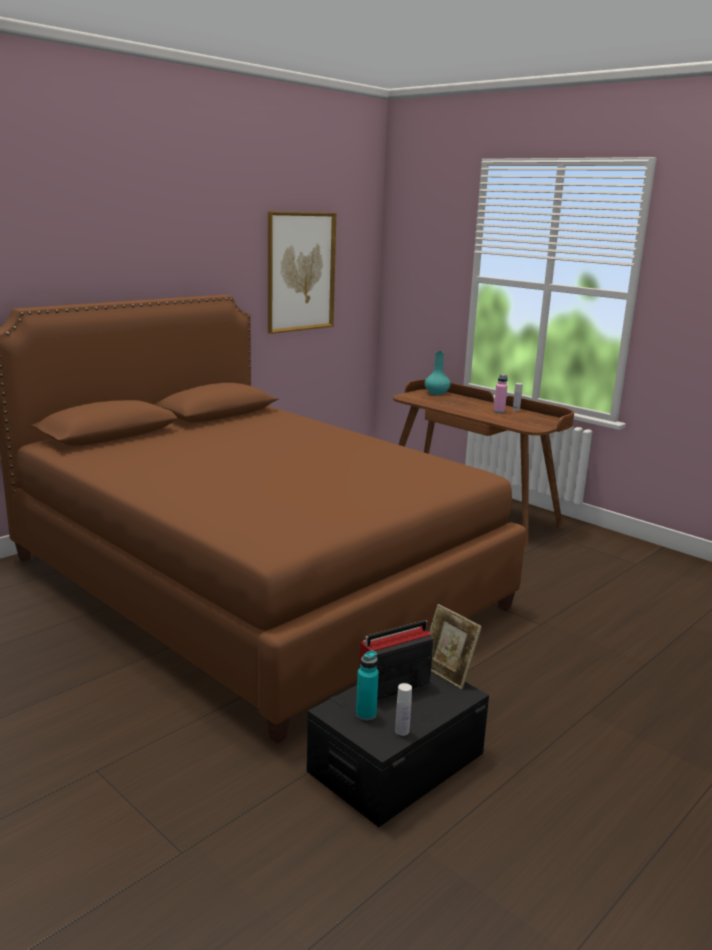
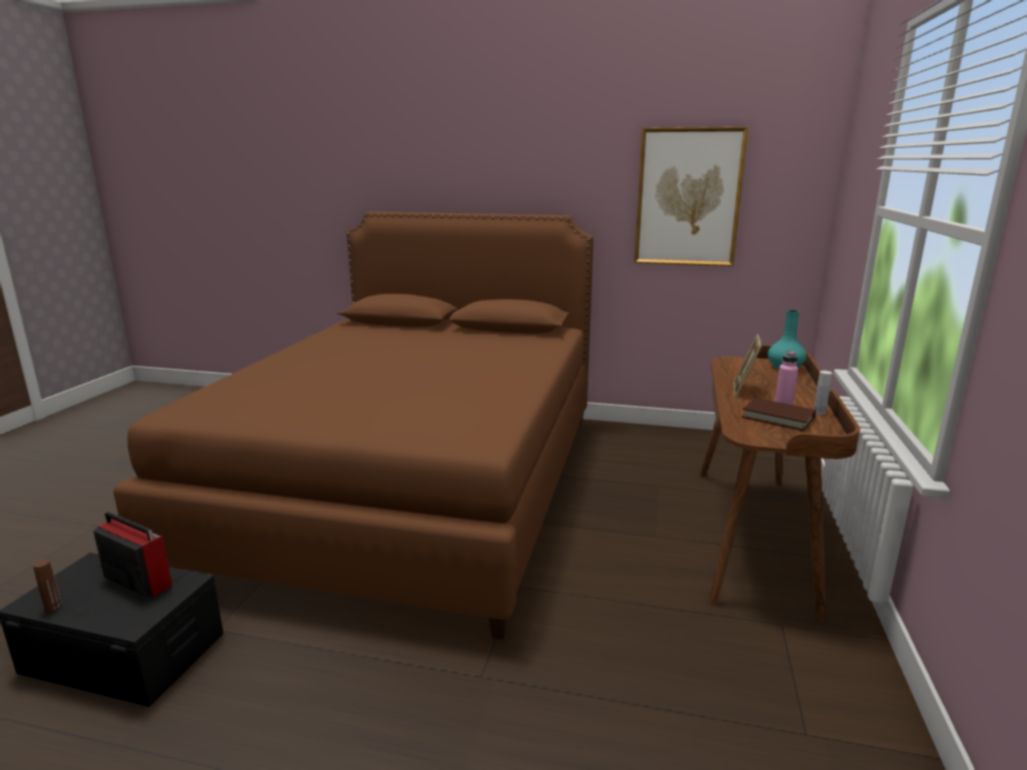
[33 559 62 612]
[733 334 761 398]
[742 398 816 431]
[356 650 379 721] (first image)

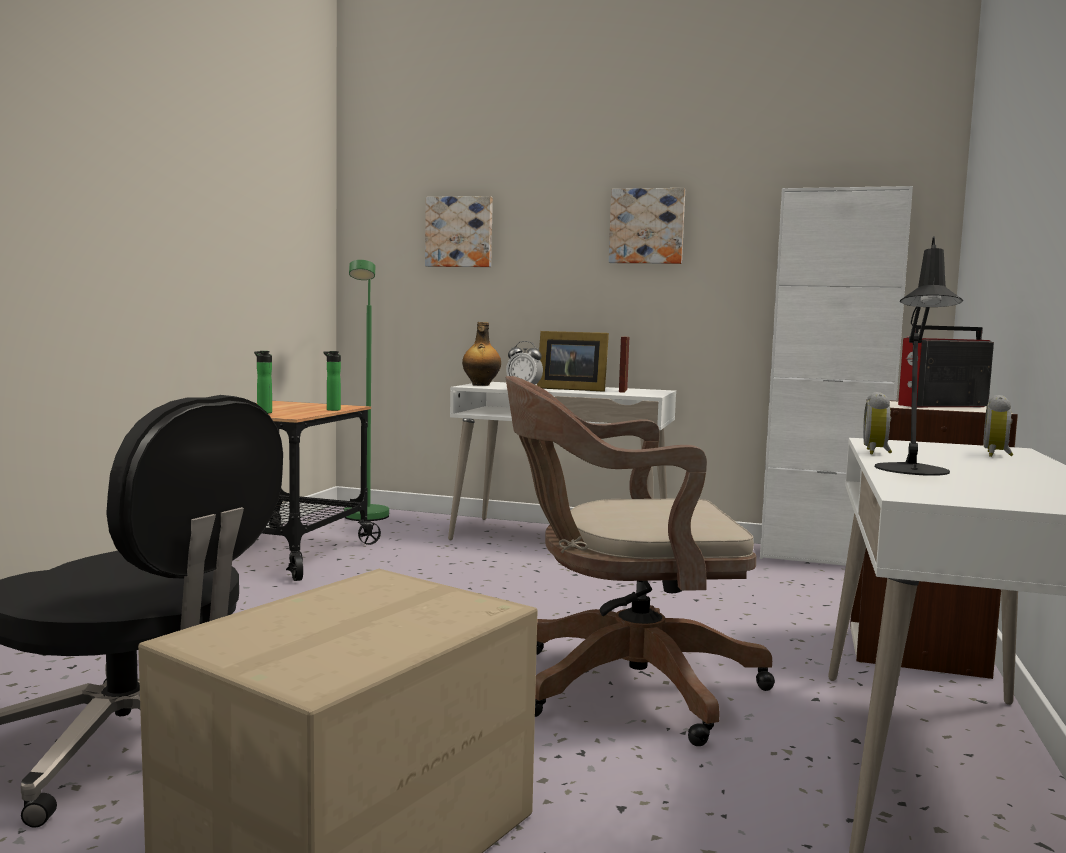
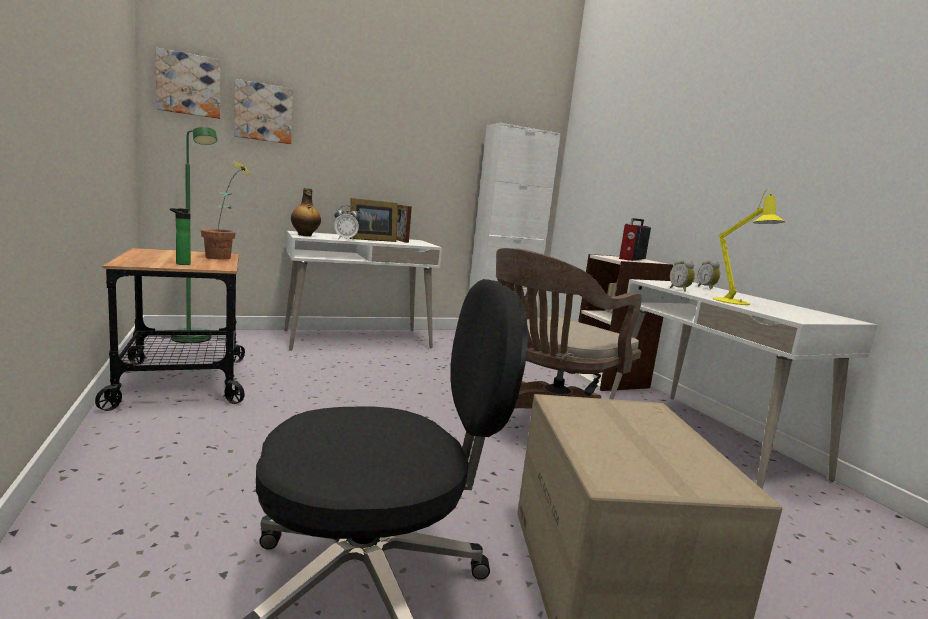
[155 48 221 119]
[201 159 253 259]
[713 189 785 305]

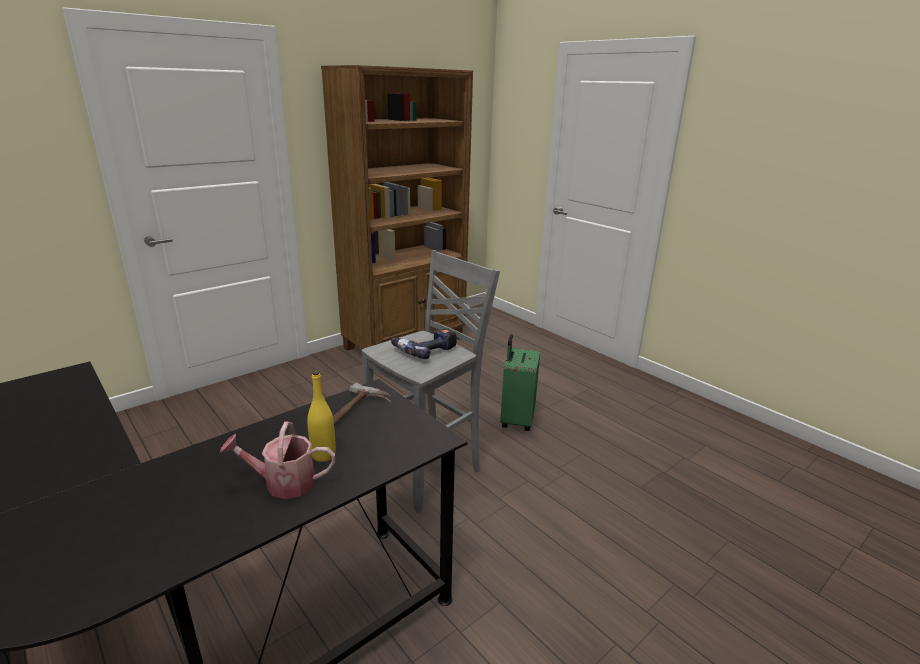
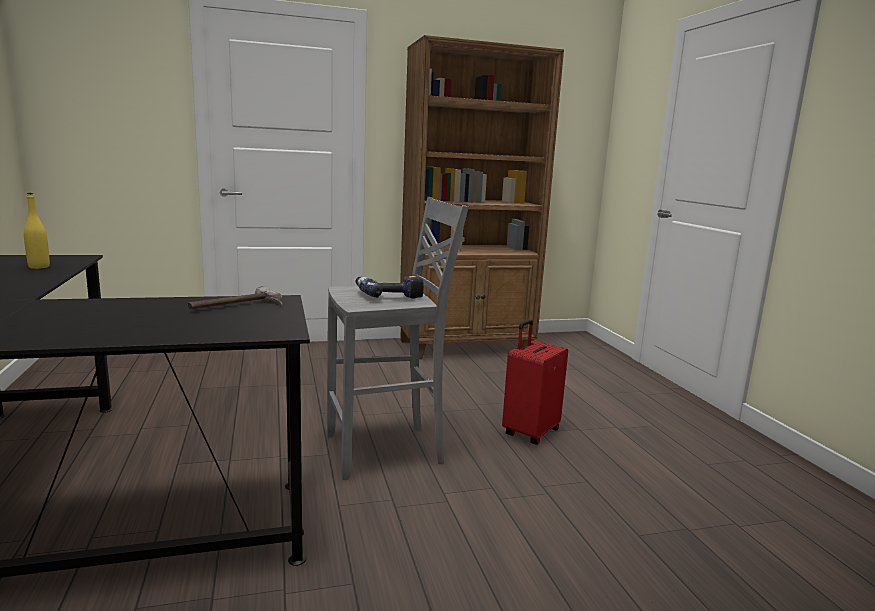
[24 193 50 269]
[502 320 568 445]
[220 422 335 499] (first image)

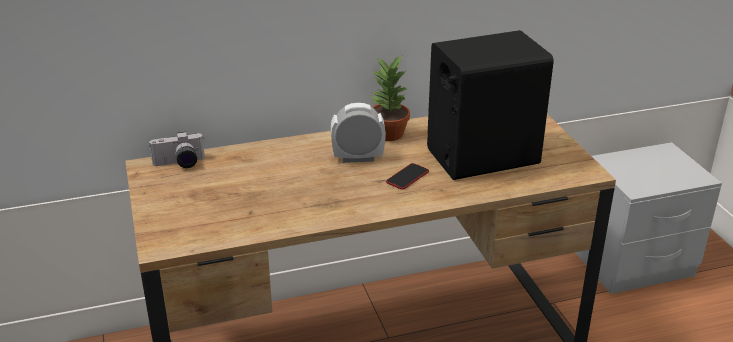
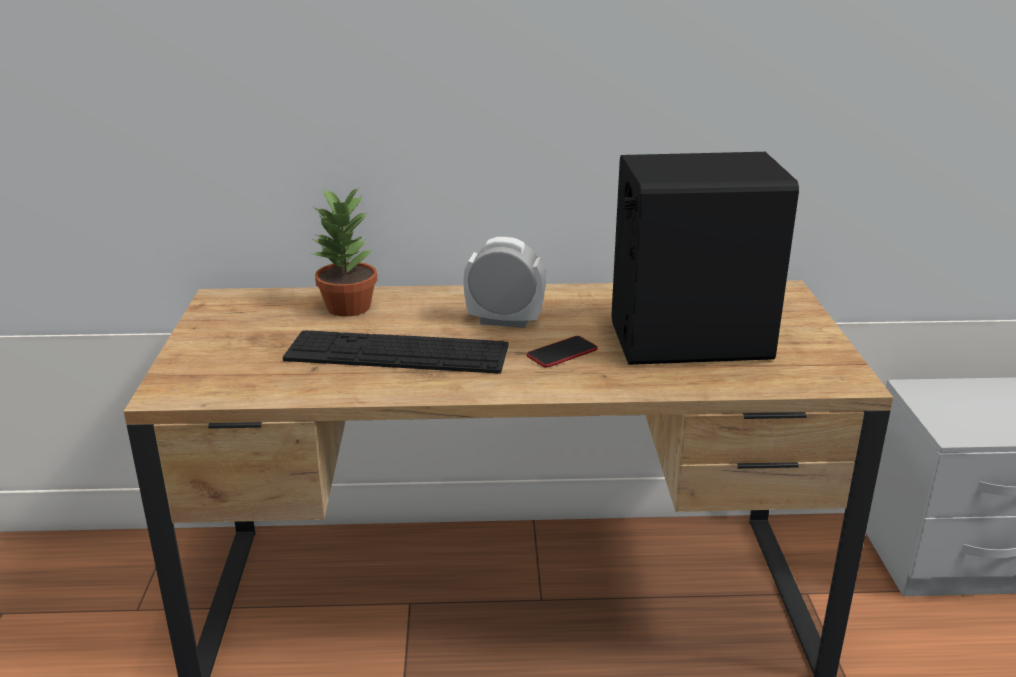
[283 330 509 374]
[310 186 377 317]
[149 131 205 168] (first image)

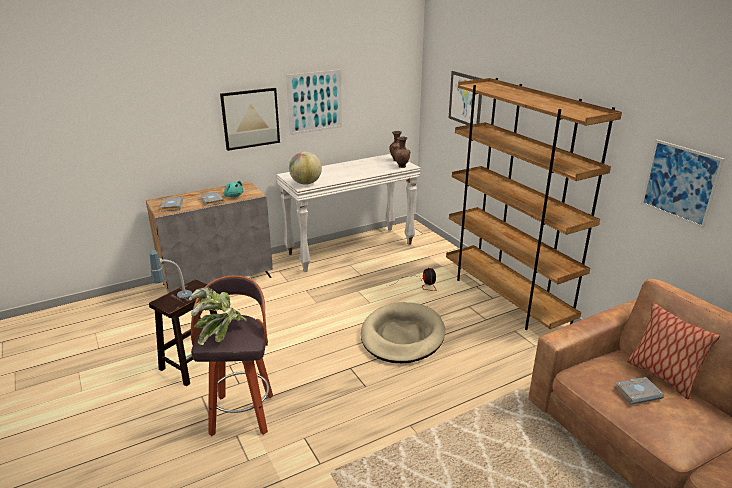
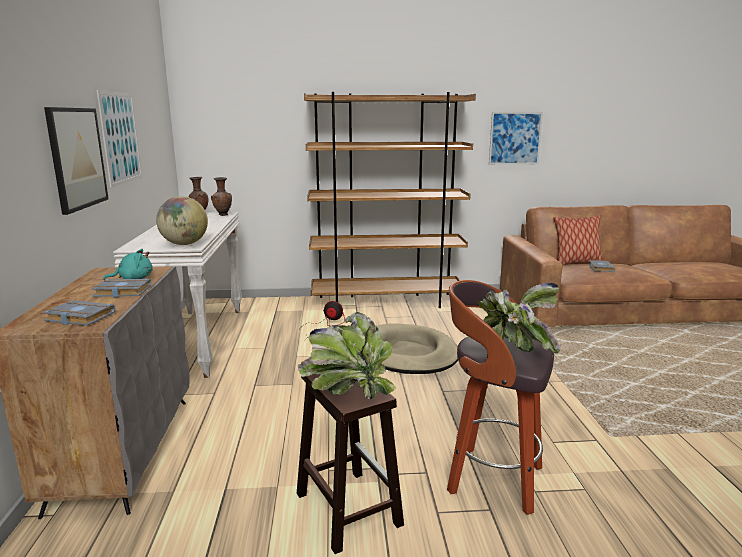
[298 312 396 399]
[449 71 482 125] (first image)

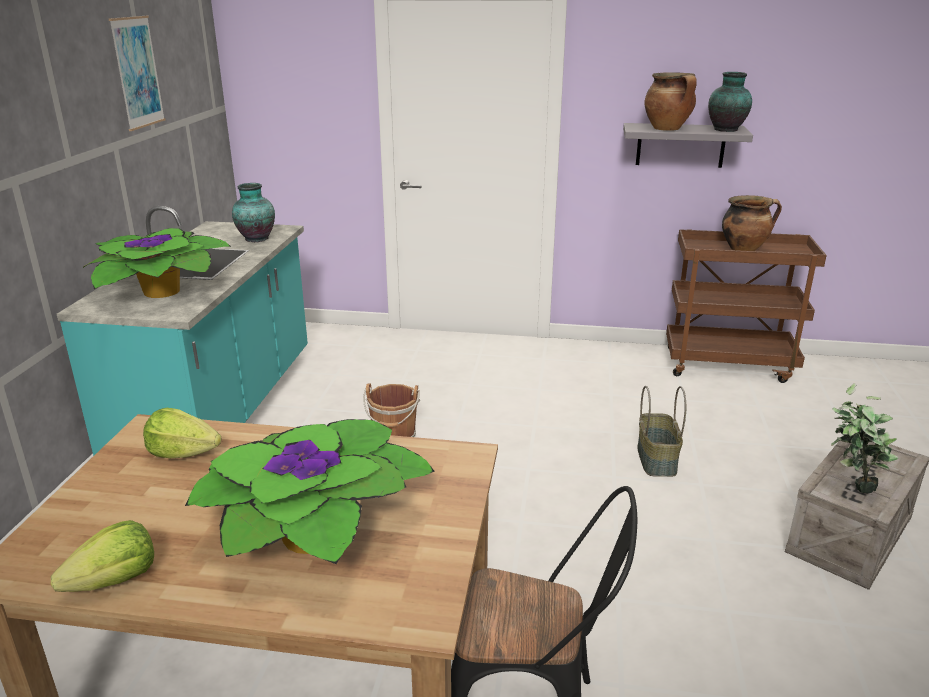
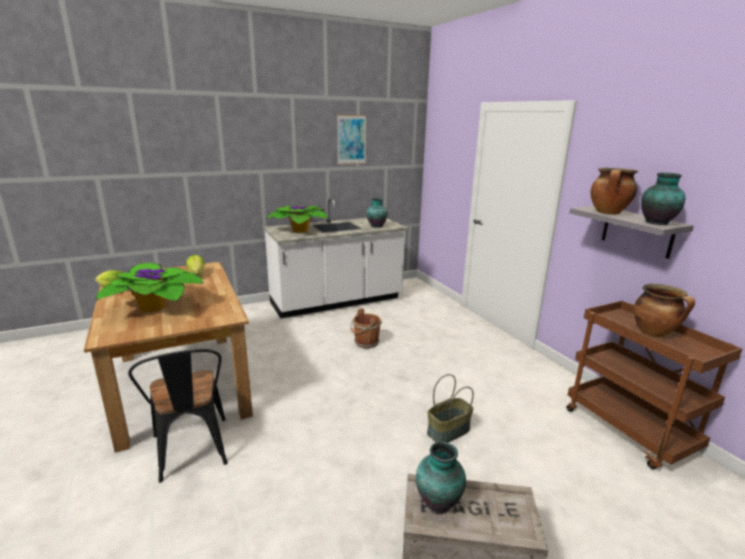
[264 198 408 318]
[416 441 466 514]

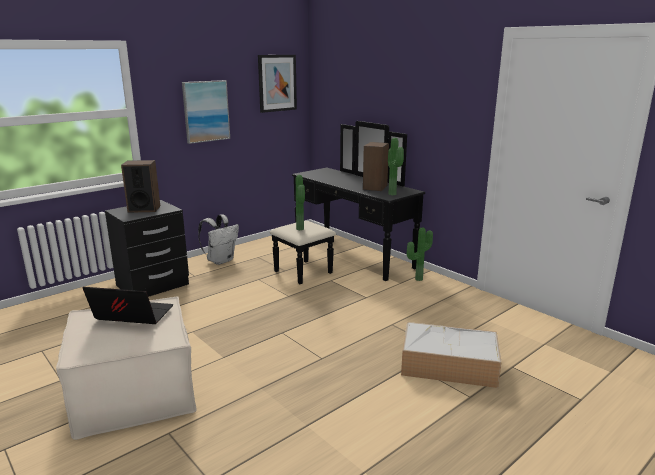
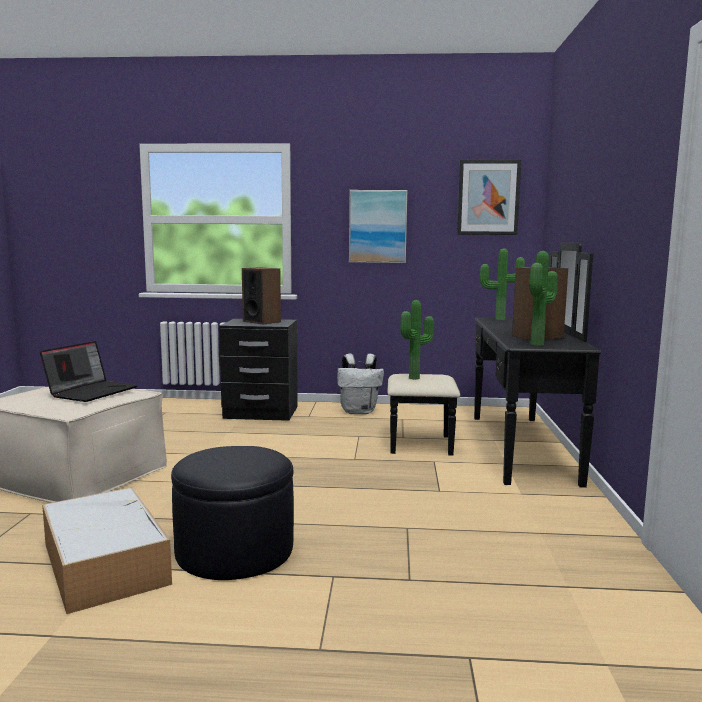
[40 341 138 402]
[42 487 172 614]
[171 446 294 580]
[480 248 525 320]

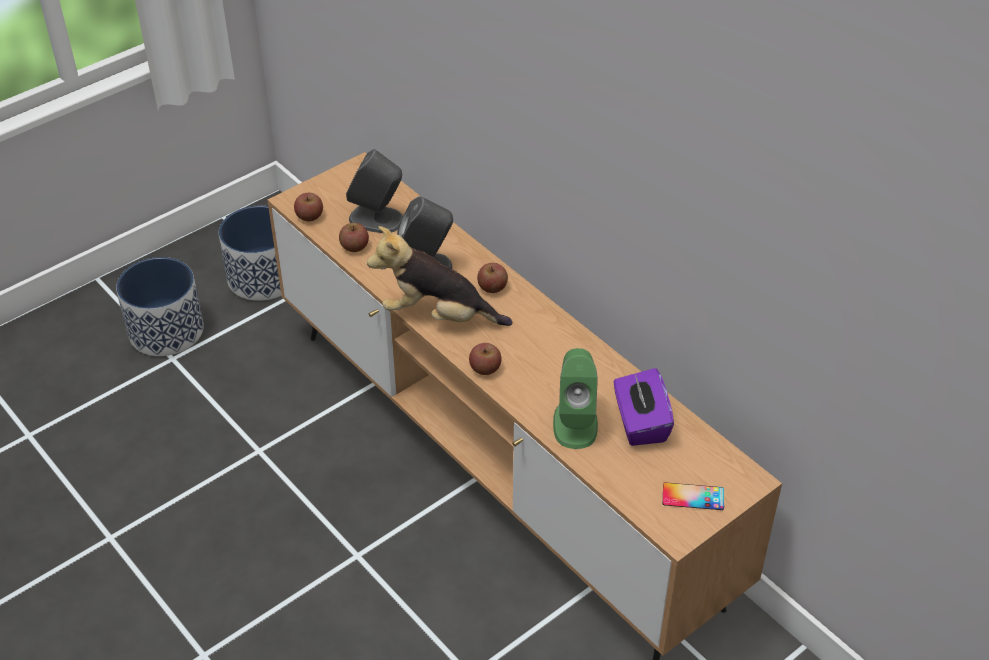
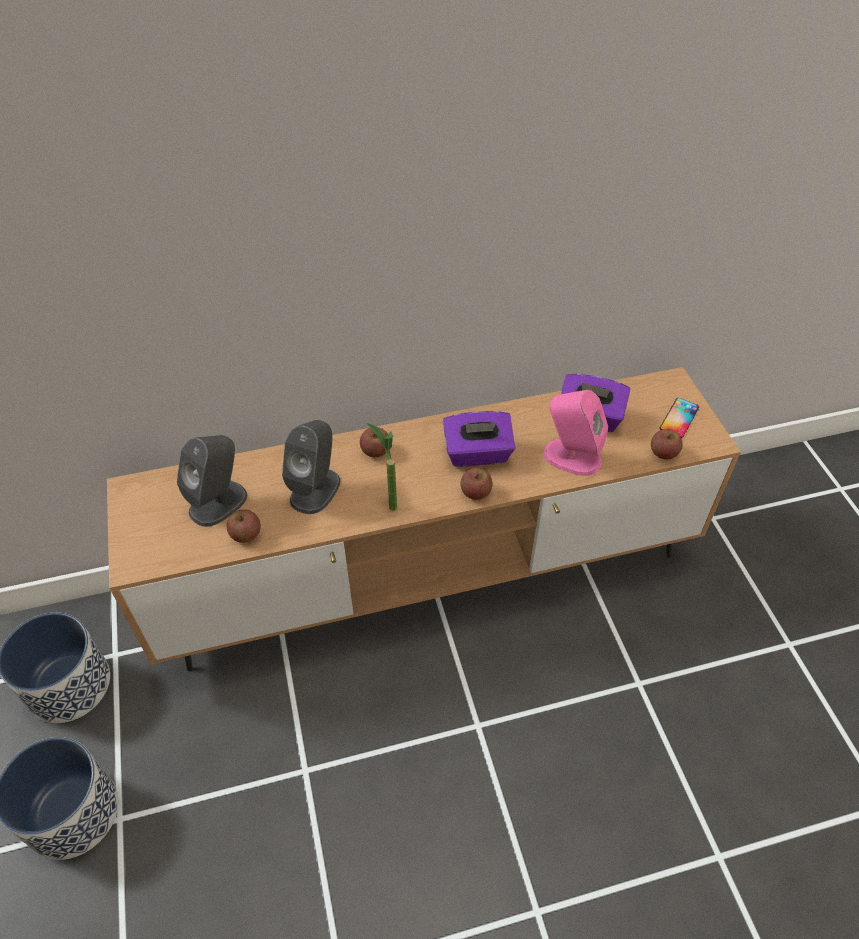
[367 423 397 511]
[443 411 515 467]
[544 390 608 476]
[651 429 683 459]

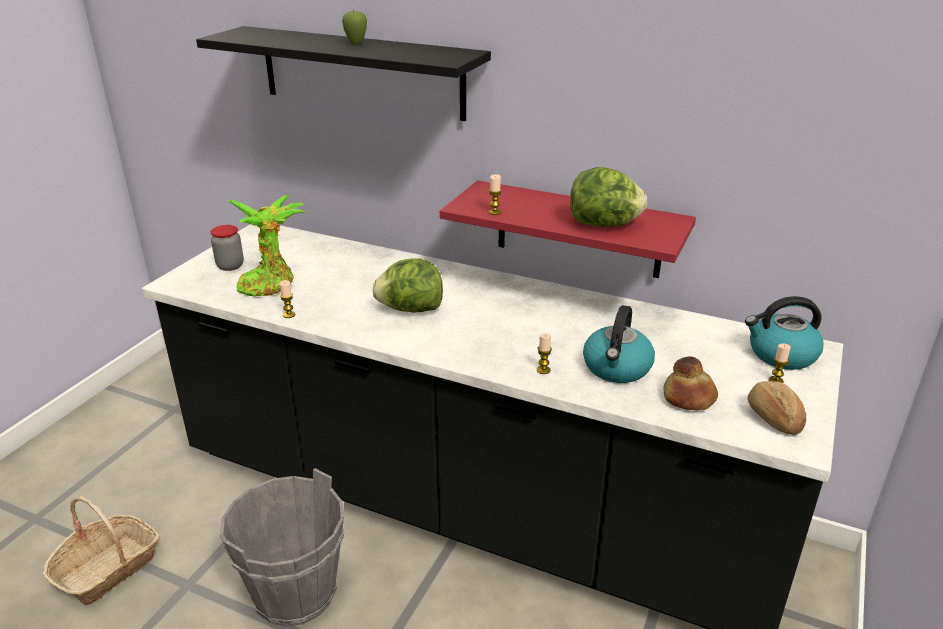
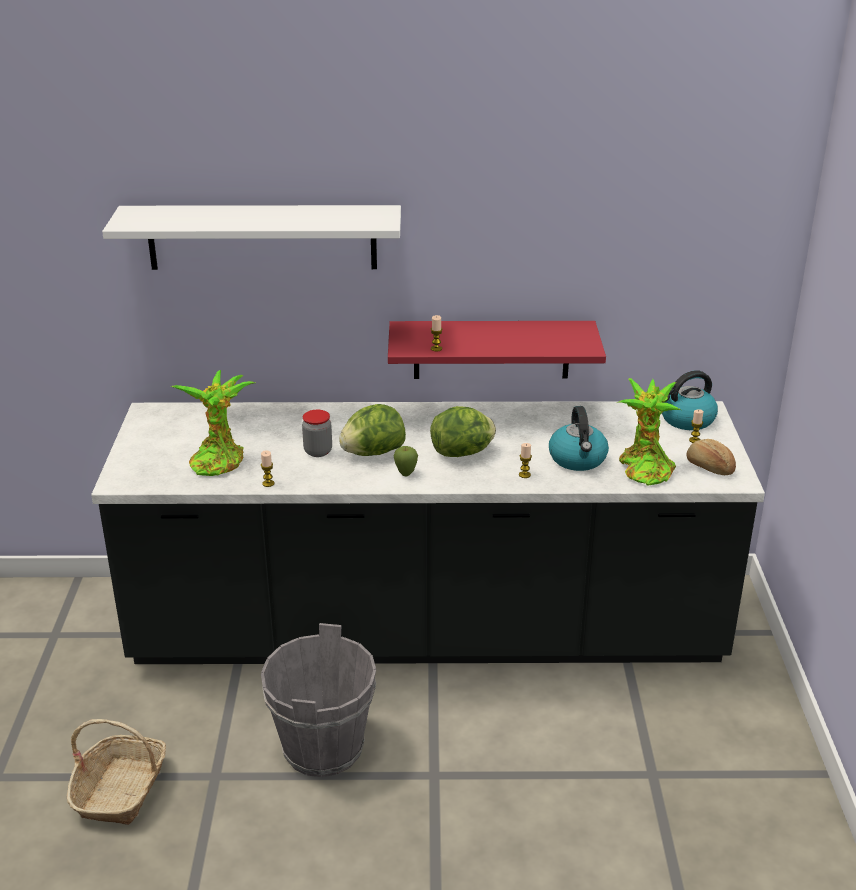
[102 205 401 270]
[302 410 332 457]
[394 446 418 476]
[430 406 496 457]
[619 378 681 486]

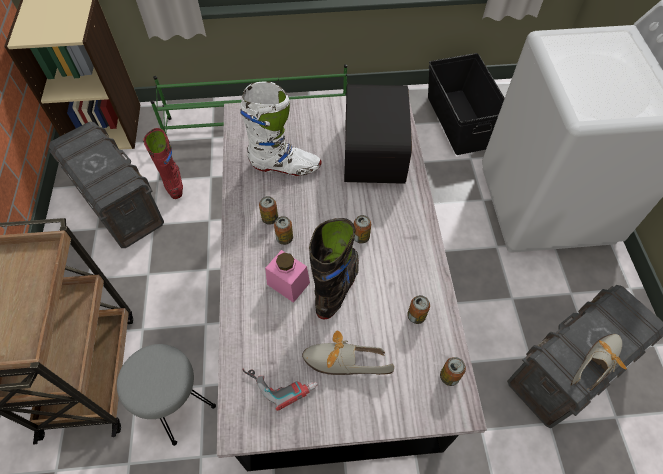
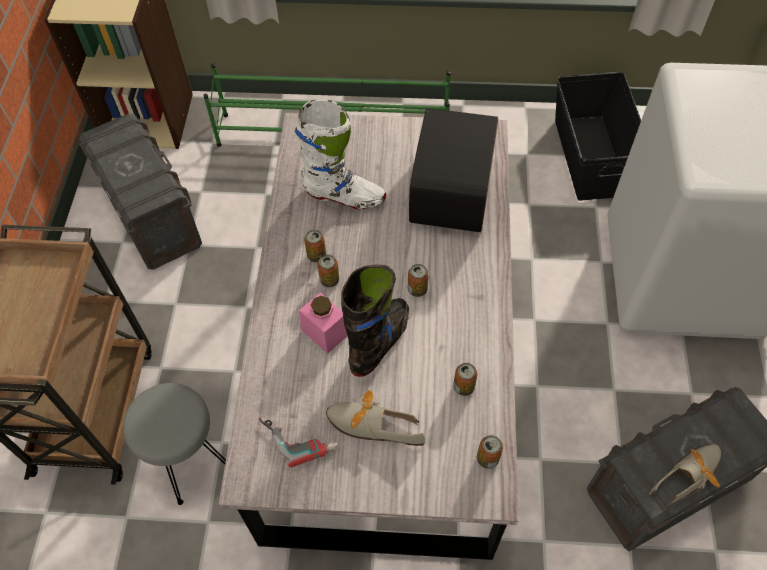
[143 128 183 199] (first image)

